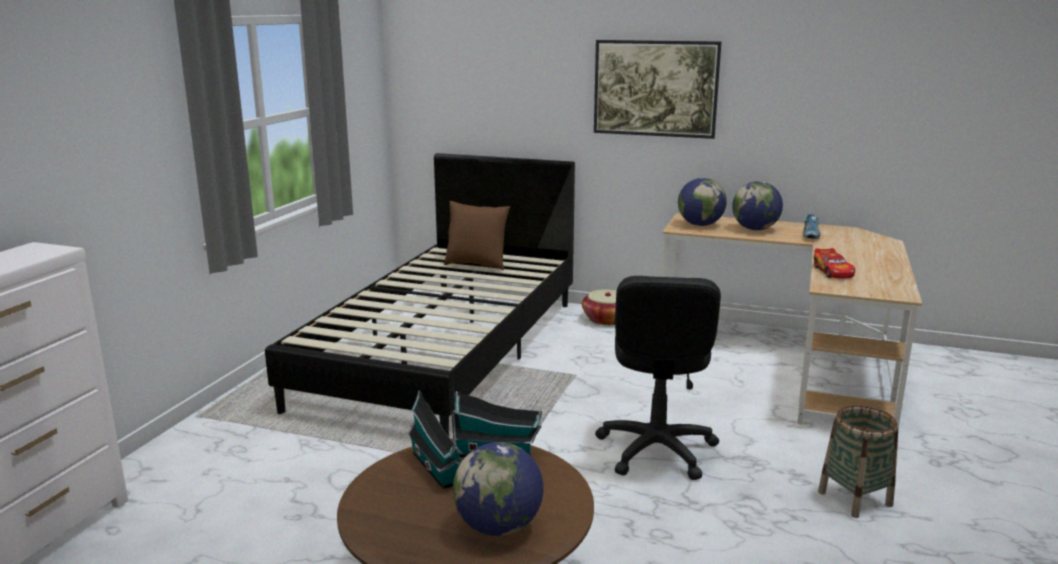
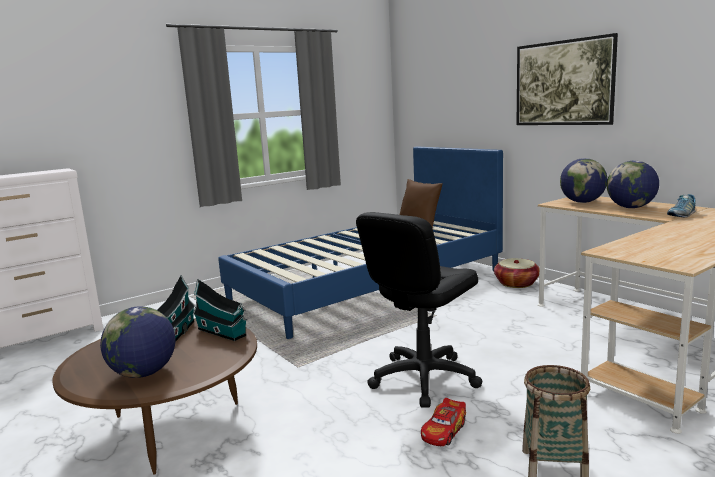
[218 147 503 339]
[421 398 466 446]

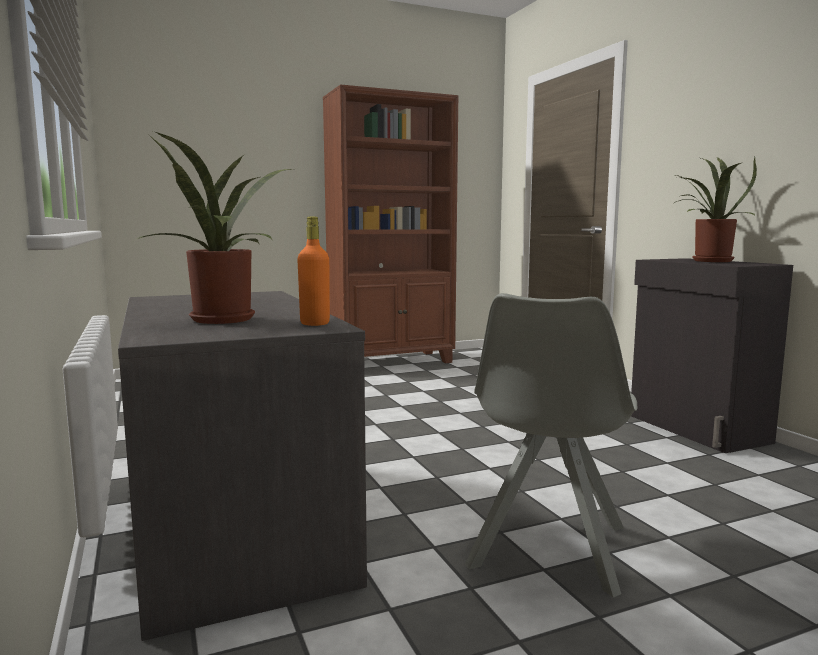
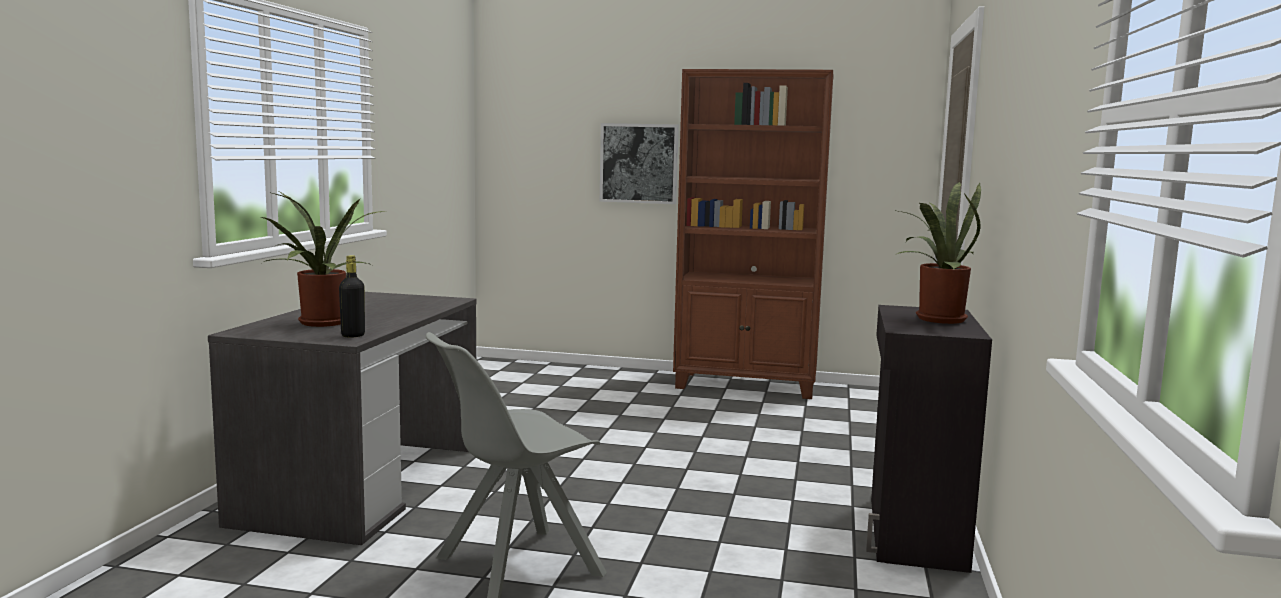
[339 255 365 338]
[600 123 679 204]

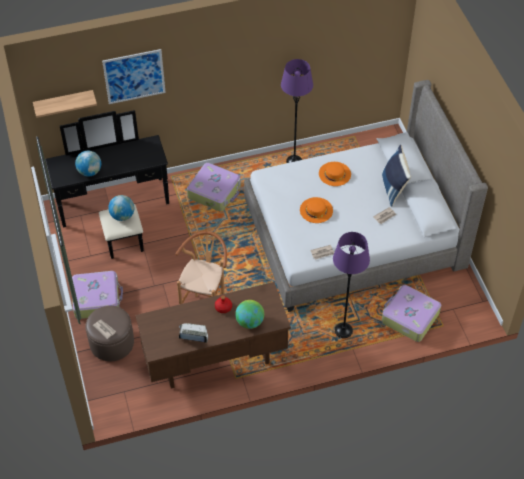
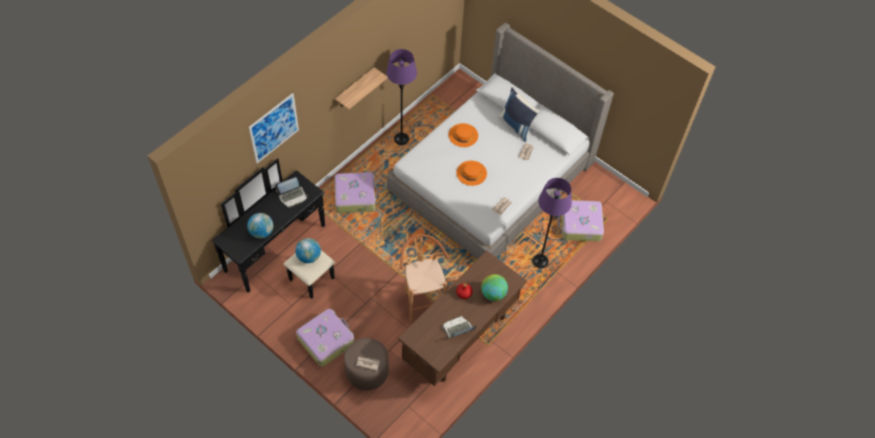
[275 177 308 208]
[335 67 388 110]

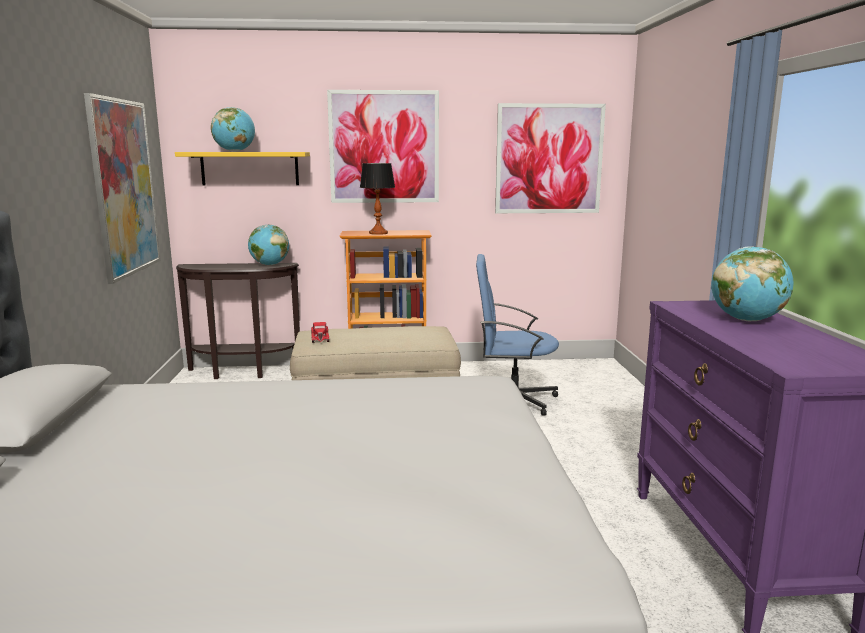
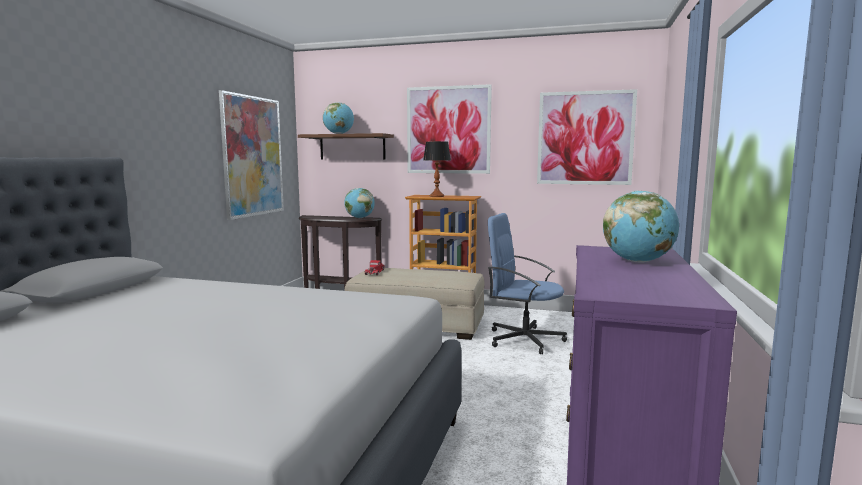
[298 133 394 160]

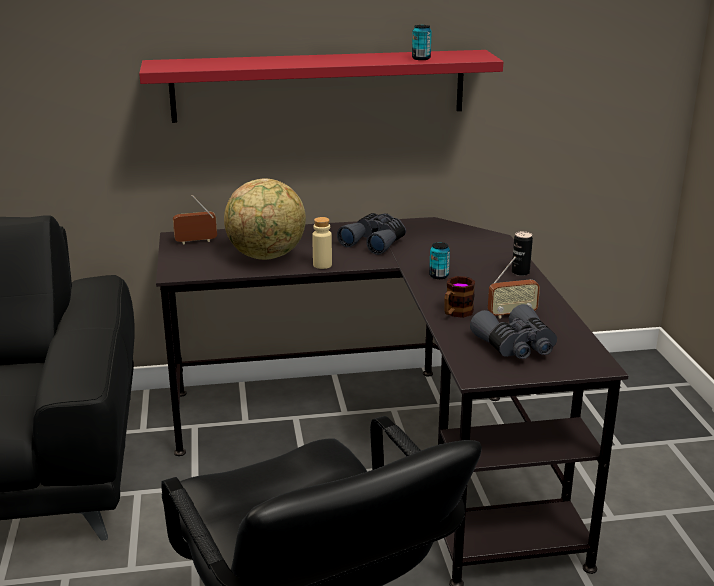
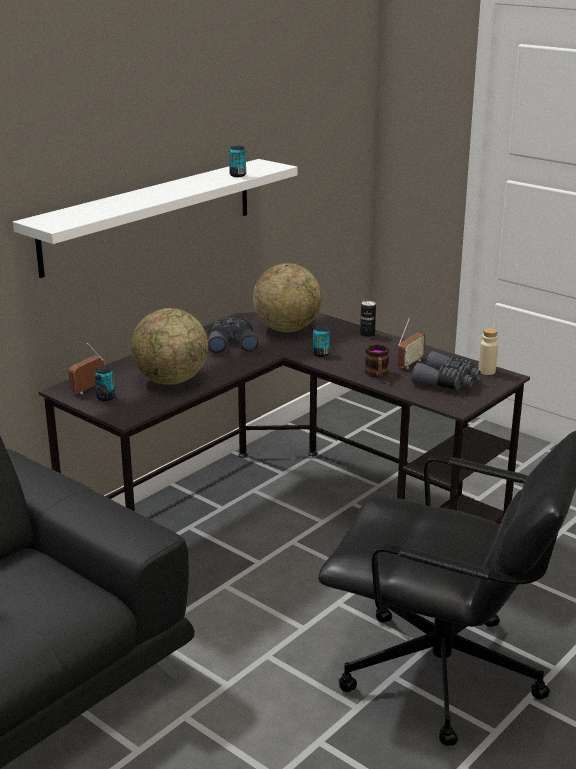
[13 159 298 278]
[95 366 115 401]
[253 263 322 332]
[478 328 498 375]

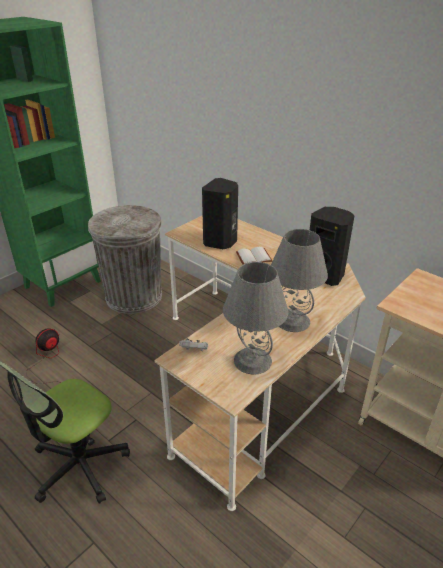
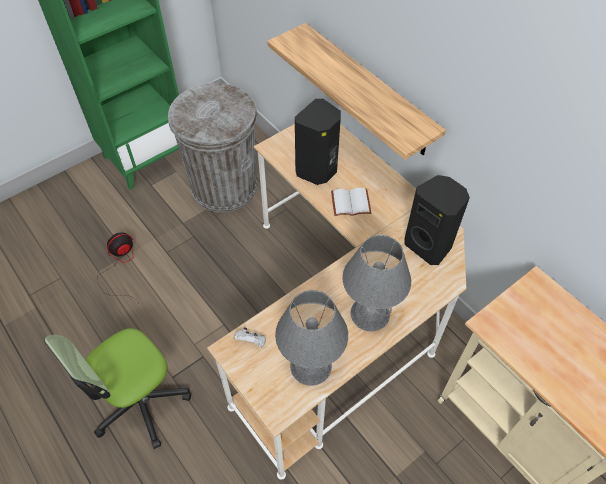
[267 23 446 160]

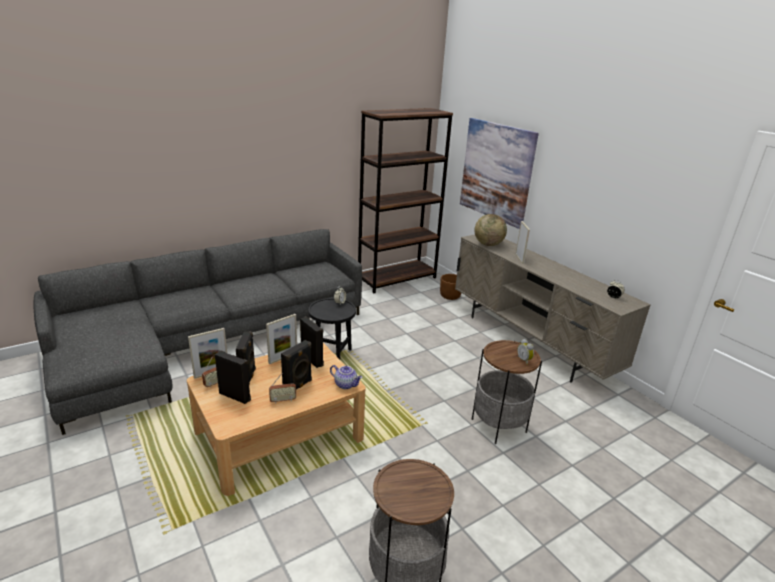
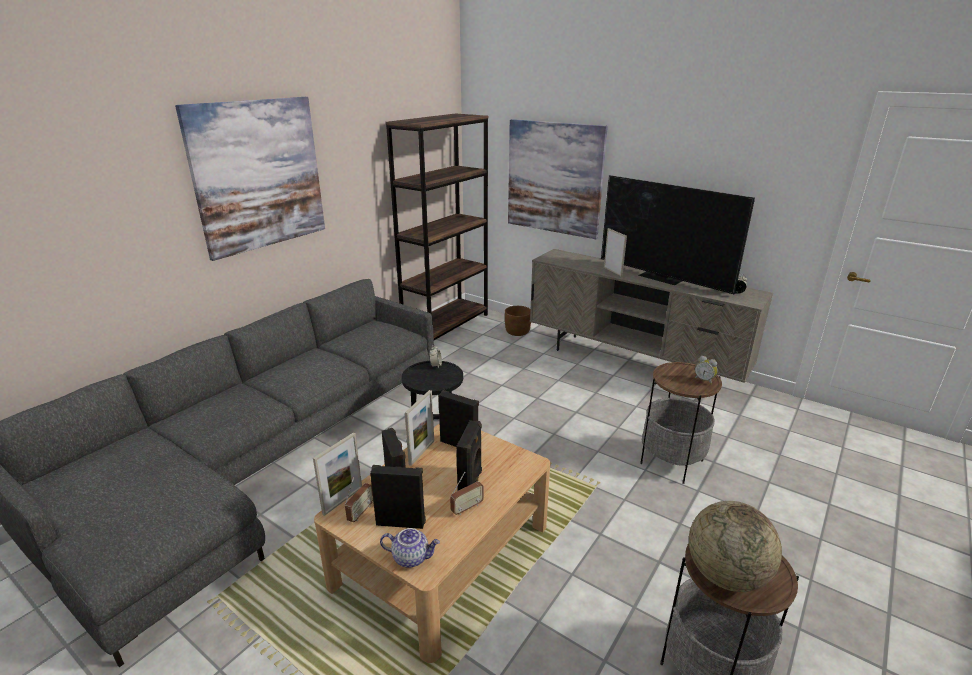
[175 97 325 261]
[380 528 440 568]
[601 175 755 294]
[689 501 782 592]

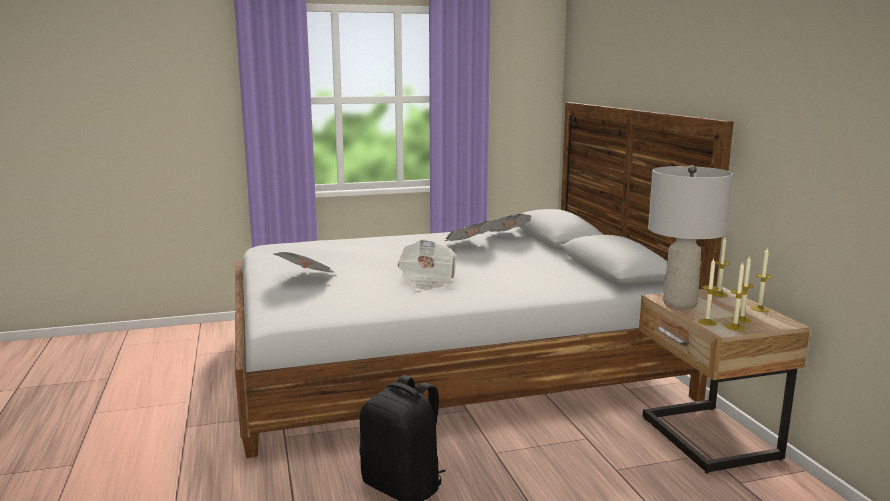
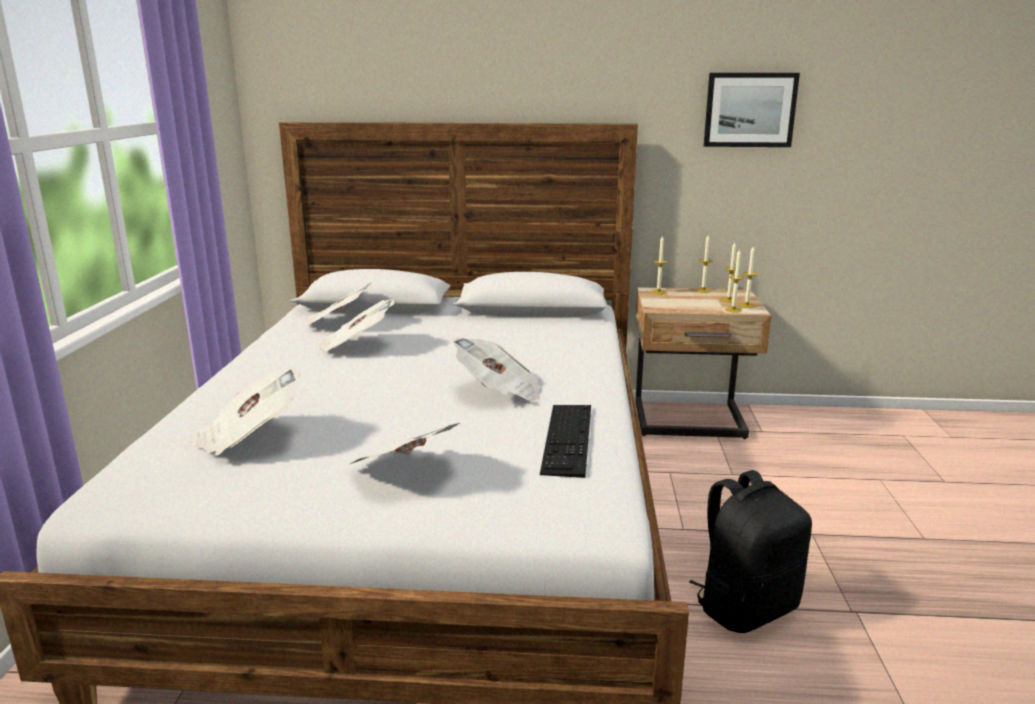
[189 368 300 456]
[540 405 591 478]
[704 73 800 147]
[648 165 733 309] (first image)

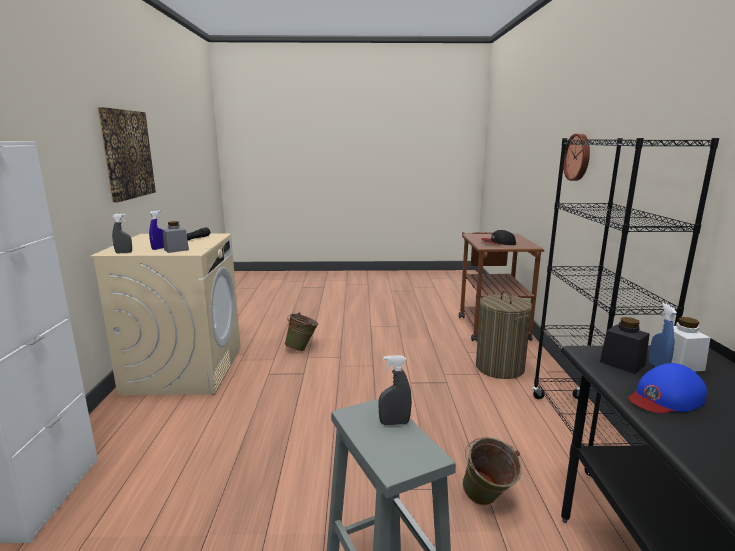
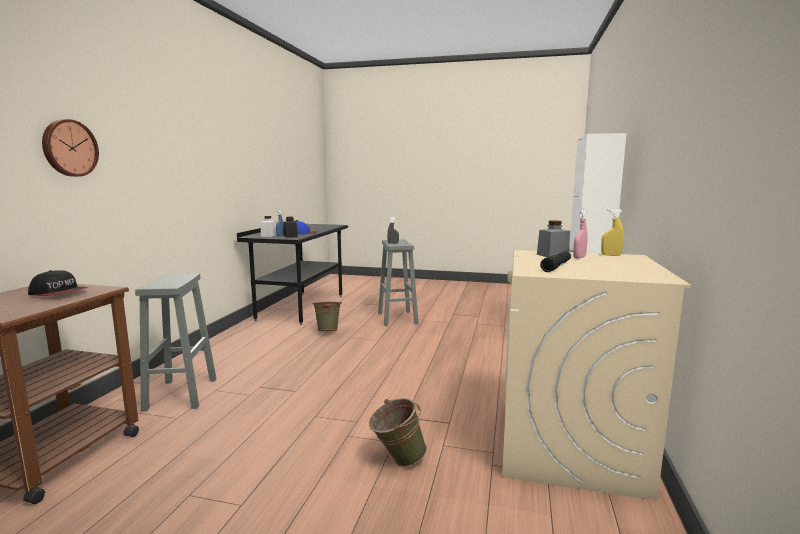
[135 273 217 411]
[573 209 588 258]
[601 208 624 256]
[98 107 156 203] (first image)
[532 138 719 476] (first image)

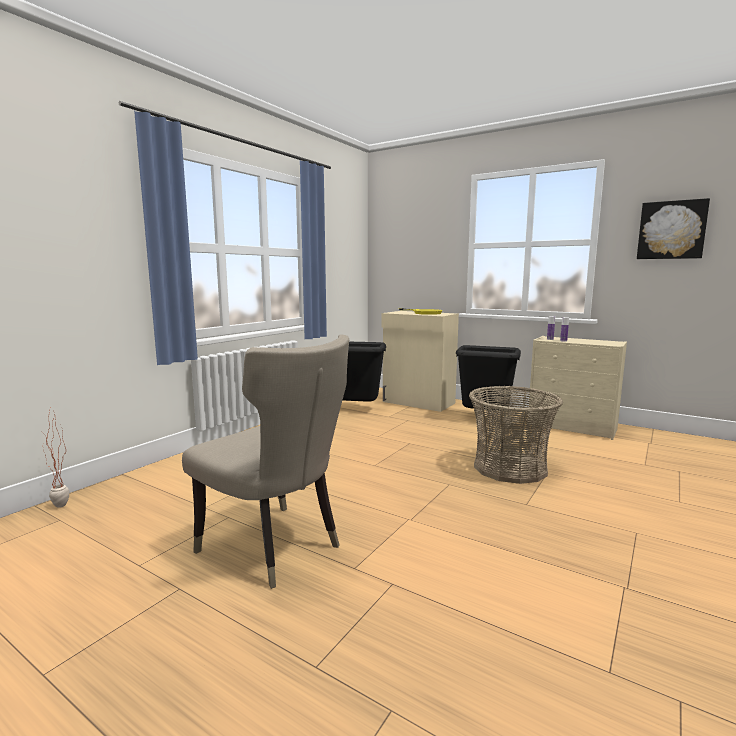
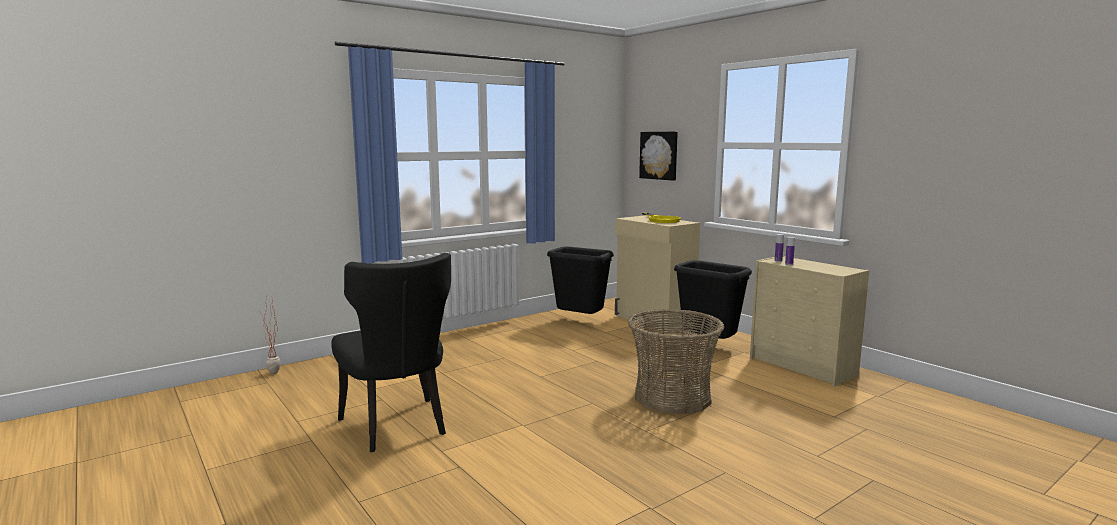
[331 252 451 452]
[639 132 678 181]

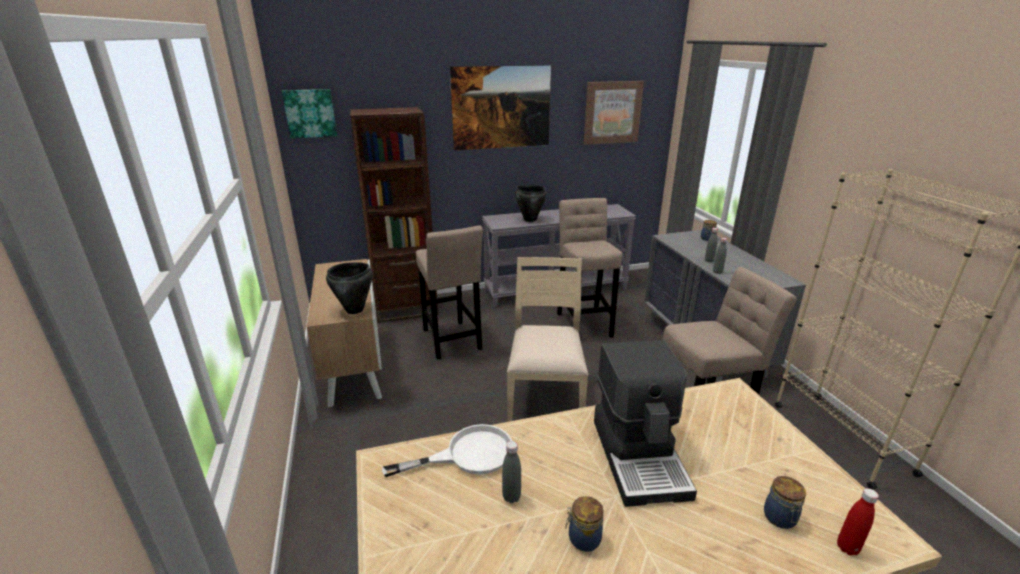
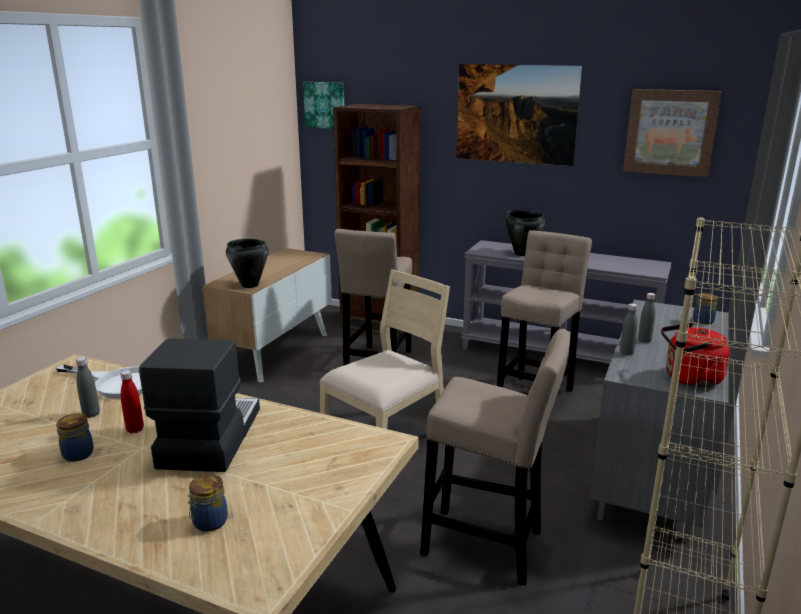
[120 370 144 433]
[139 338 260 472]
[661 323 730 388]

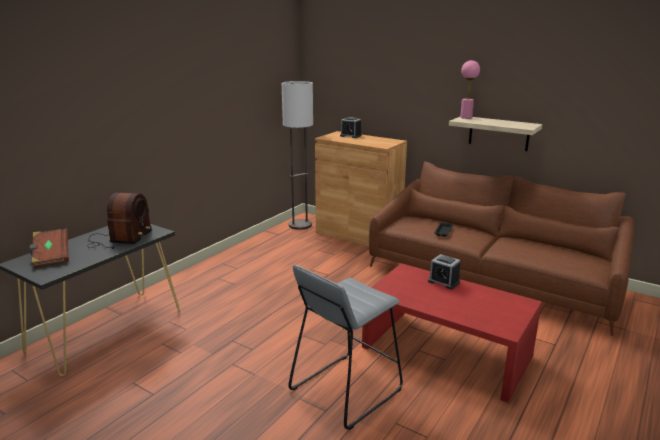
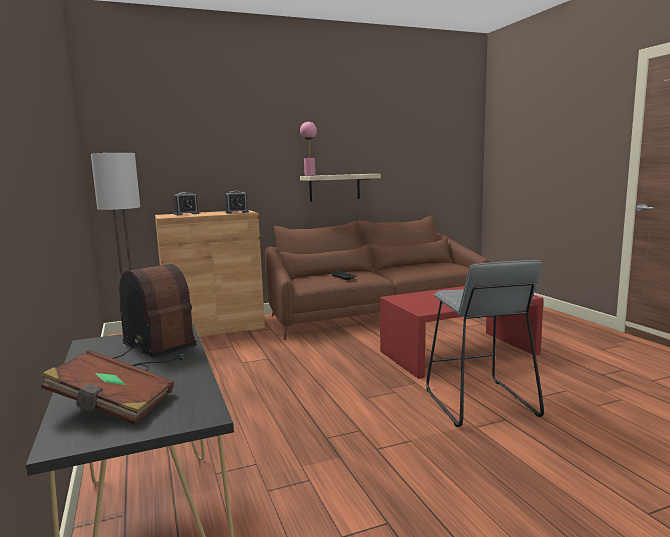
[225 191 249 214]

